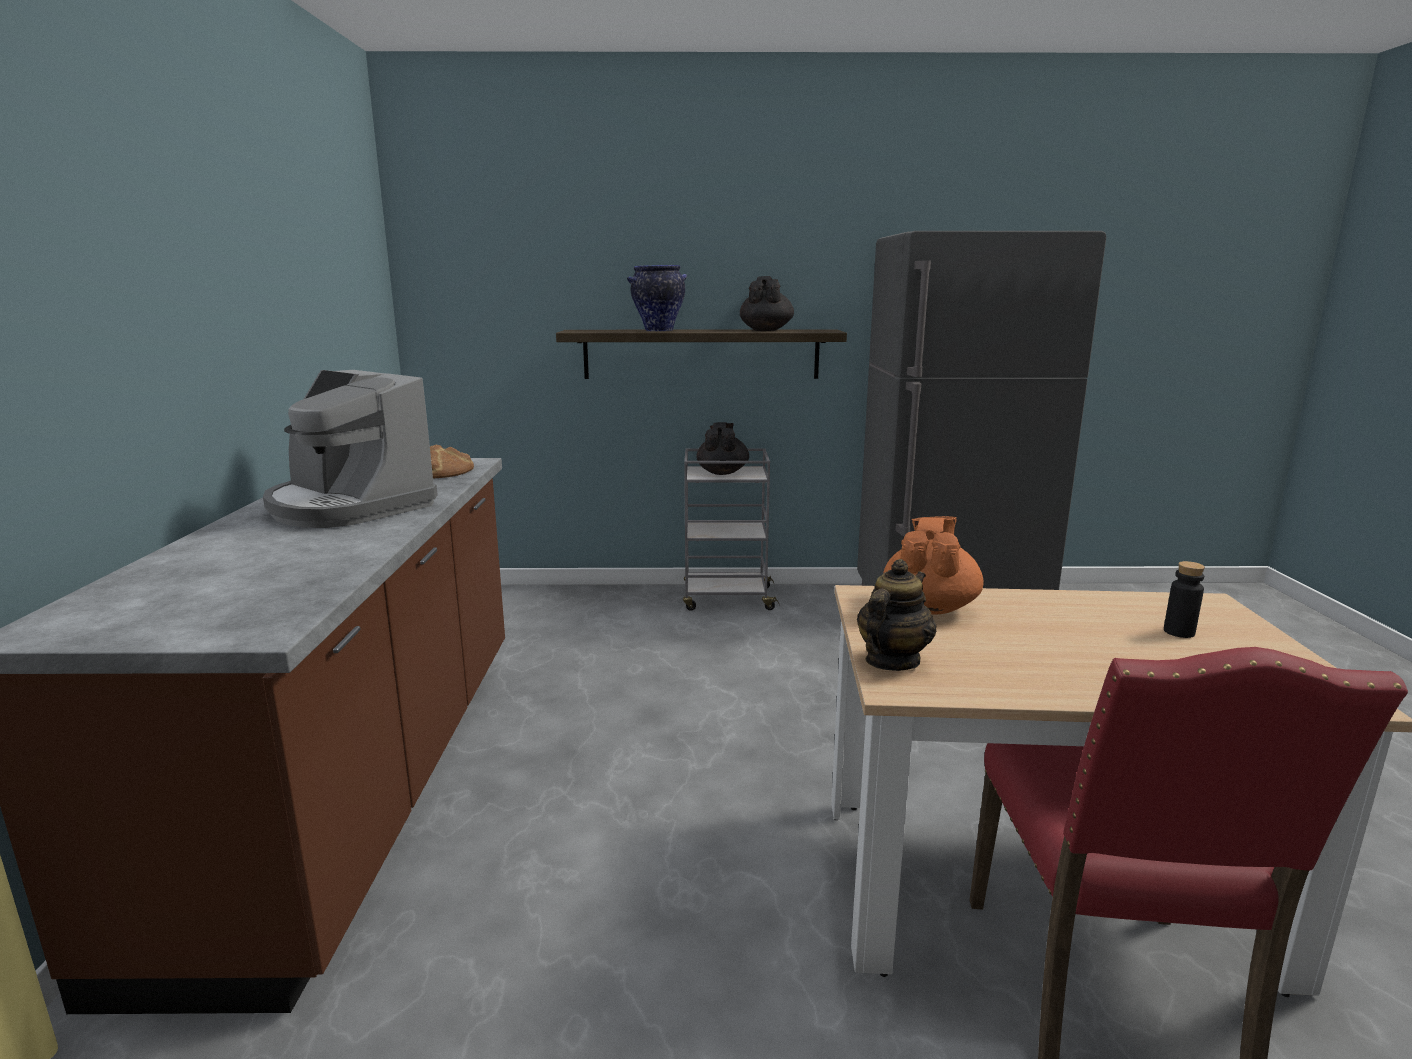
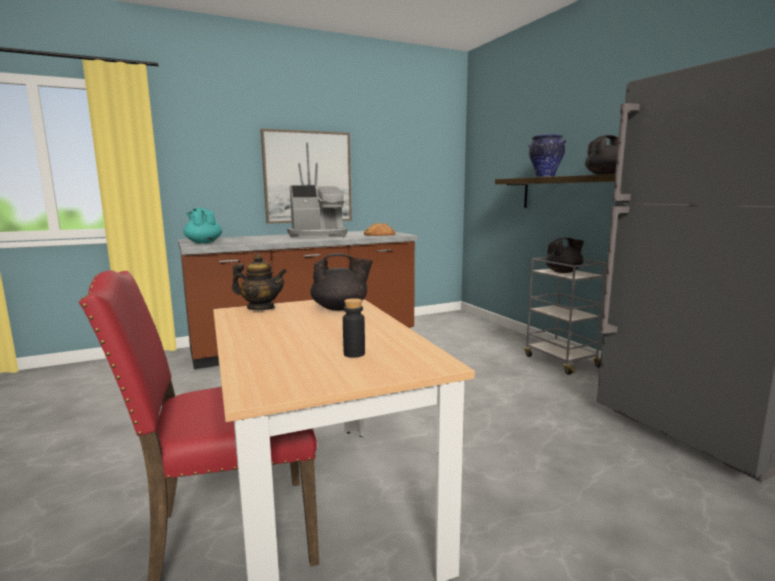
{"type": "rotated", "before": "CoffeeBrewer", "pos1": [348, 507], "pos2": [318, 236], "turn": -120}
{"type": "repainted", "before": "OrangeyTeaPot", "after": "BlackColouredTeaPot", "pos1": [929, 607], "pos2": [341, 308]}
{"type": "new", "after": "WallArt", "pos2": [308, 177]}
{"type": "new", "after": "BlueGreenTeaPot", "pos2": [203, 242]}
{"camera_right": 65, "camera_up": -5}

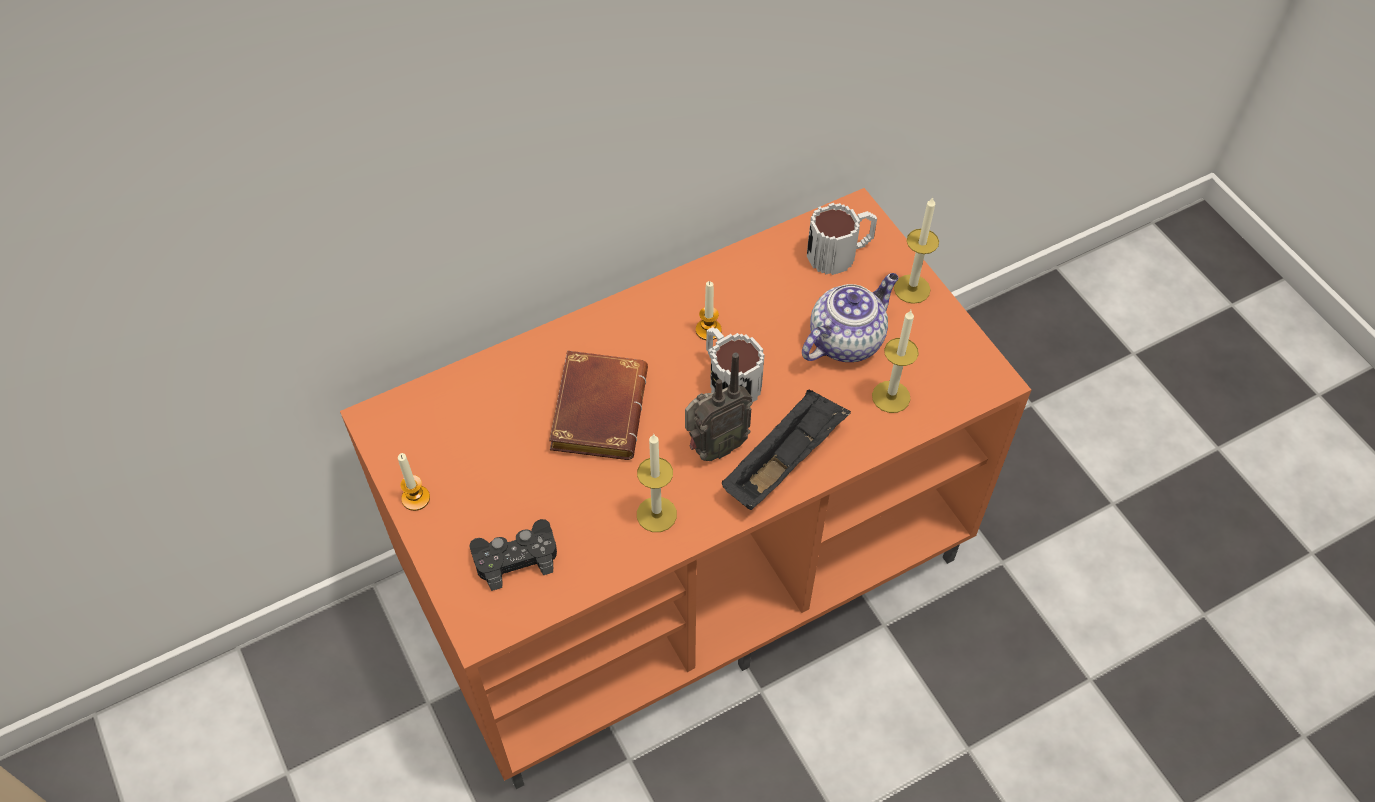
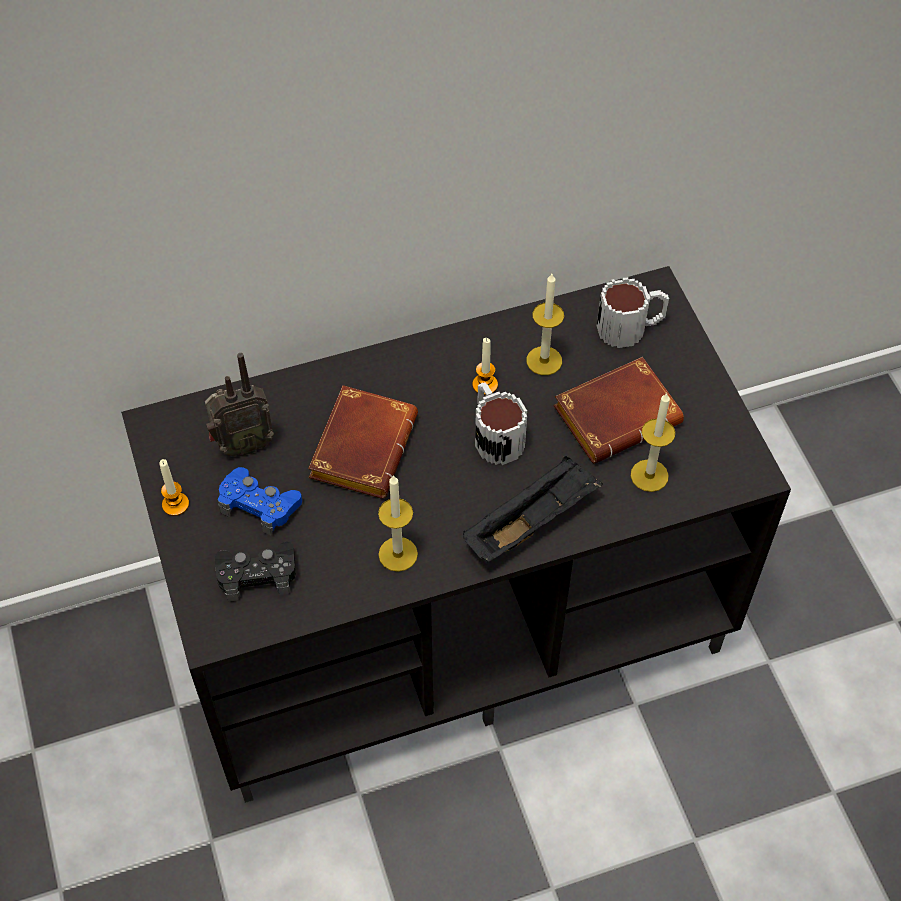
{"type": "repainted", "before": "OrangeyTvUnit", "after": "BlackColouredTvUnit", "pos1": [689, 567], "pos2": [453, 617]}
{"type": "shifted", "before": "WaxLight", "pos1": [912, 289], "pos2": [544, 360]}
{"type": "swapped", "before": "TeaPot", "after": "BrownColouredBook", "pos1": [846, 339], "pos2": [618, 413]}
{"type": "shifted", "before": "Radio", "pos1": [714, 447], "pos2": [242, 445]}
{"type": "new", "after": "BluishGamepad", "pos2": [259, 505]}
{"camera_right": 10, "camera_up": 0}

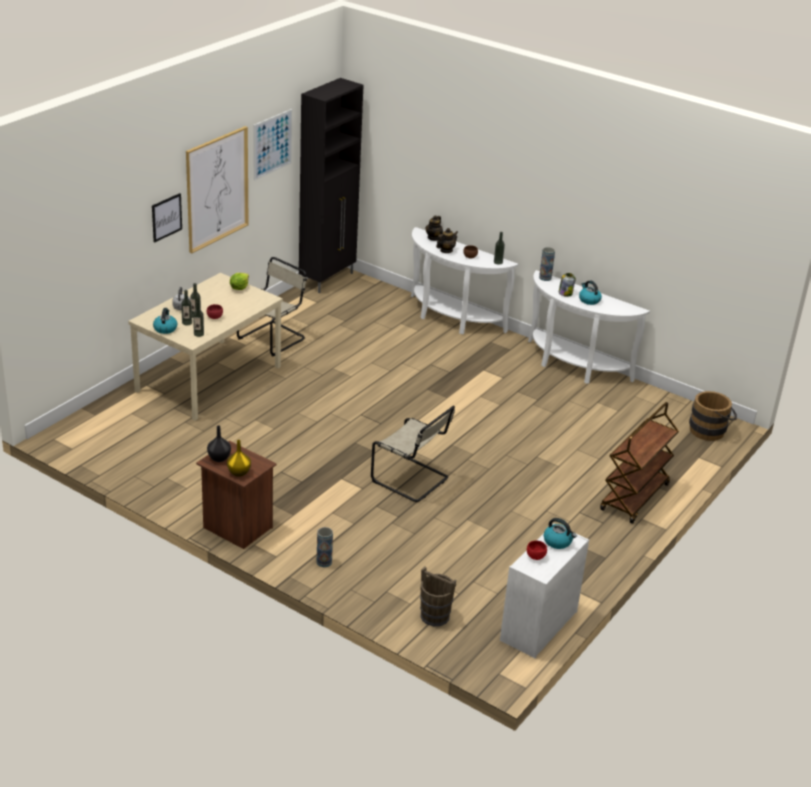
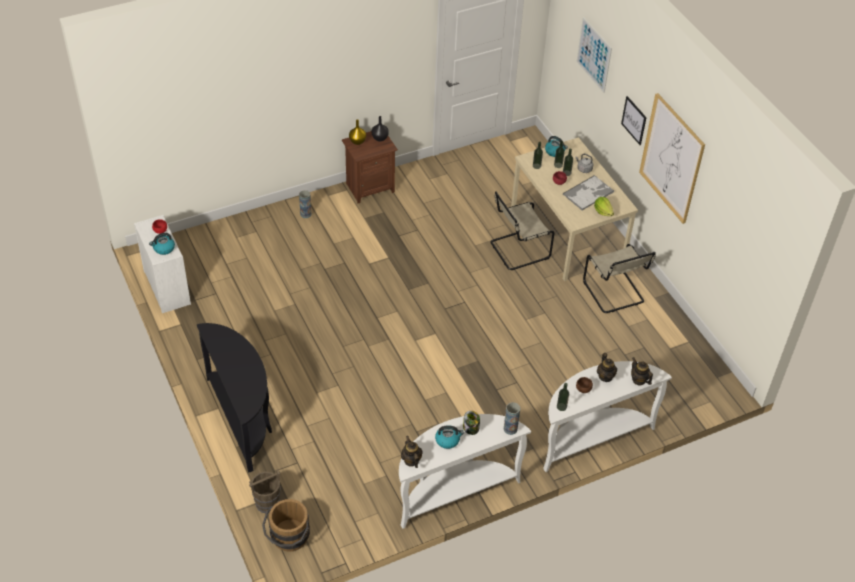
{"type": "gone", "before": "BlackColouredCupboard", "pos1": [328, 279]}
{"type": "shifted", "before": "WallArt", "pos1": [272, 144], "pos2": [594, 54]}
{"type": "swapped", "before": "BrownColouredTrolley", "after": "BlackColouredNarrowTable", "pos1": [635, 498], "pos2": [243, 419]}
{"type": "shifted", "before": "BeigeColouredPlainChair", "pos1": [412, 480], "pos2": [517, 250]}
{"type": "shifted", "before": "BrownColouredPail", "pos1": [435, 616], "pos2": [267, 502]}
{"type": "new", "after": "Tray", "pos2": [588, 193]}
{"type": "new", "after": "TeaPot", "pos2": [411, 460]}
{"camera_right": 120, "camera_up": 15}

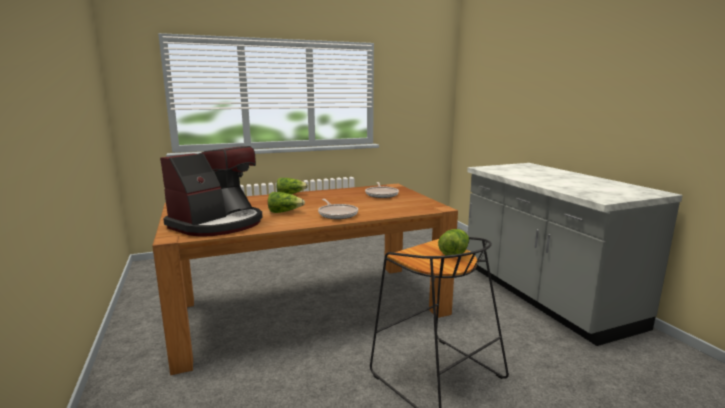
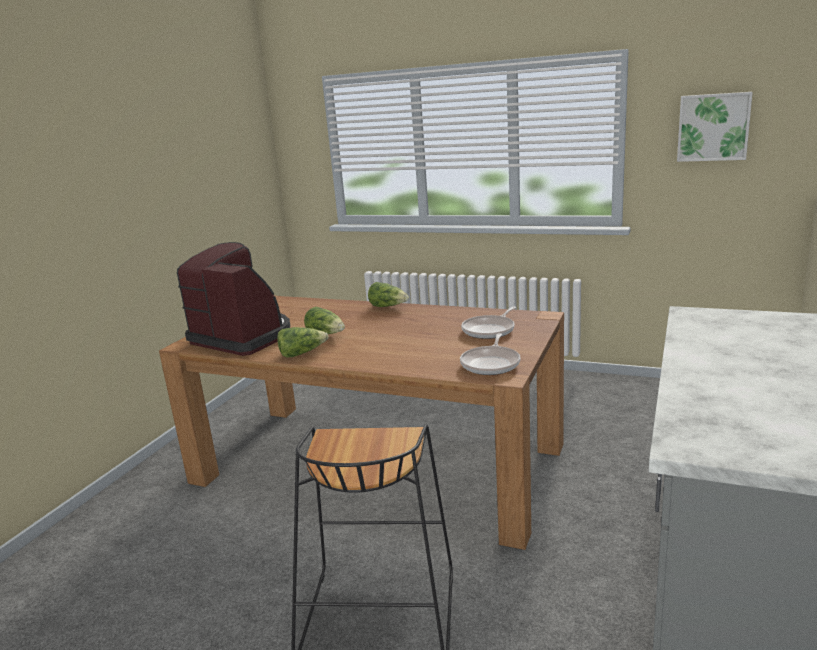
{"type": "rotated", "before": "CoffeeBrewer", "pos1": [218, 224], "pos2": [243, 337], "turn": -135}
{"type": "shifted", "before": "FryingPan", "pos1": [337, 214], "pos2": [491, 364]}
{"type": "shifted", "before": "HeadOfLettuce", "pos1": [454, 252], "pos2": [302, 353]}
{"type": "new", "after": "WallArt", "pos2": [713, 127]}
{"camera_right": 45, "camera_up": 5}

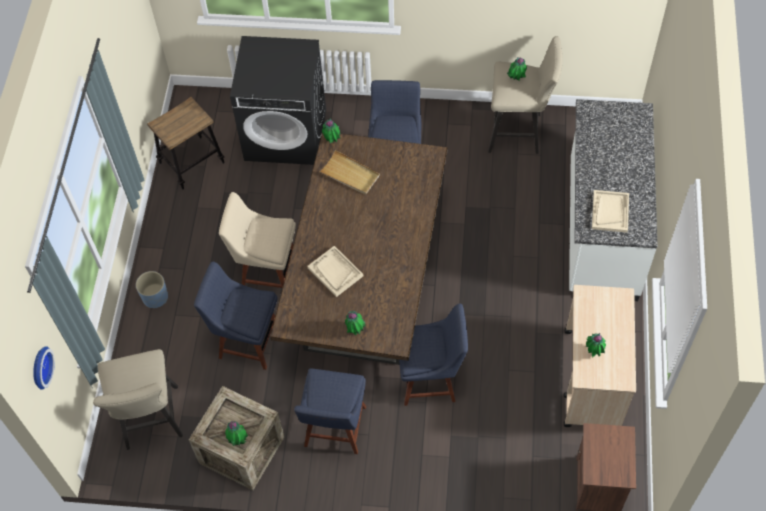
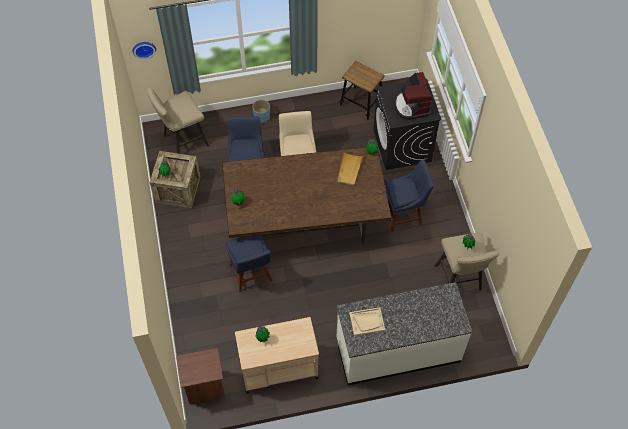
{"type": "gone", "before": "BeigeColouredTray", "pos1": [335, 272]}
{"type": "gone", "before": "BluishPlainChair", "pos1": [334, 430]}
{"type": "new", "after": "CoffeeBrewer", "pos2": [411, 106]}
{"camera_right": 70, "camera_up": 0}

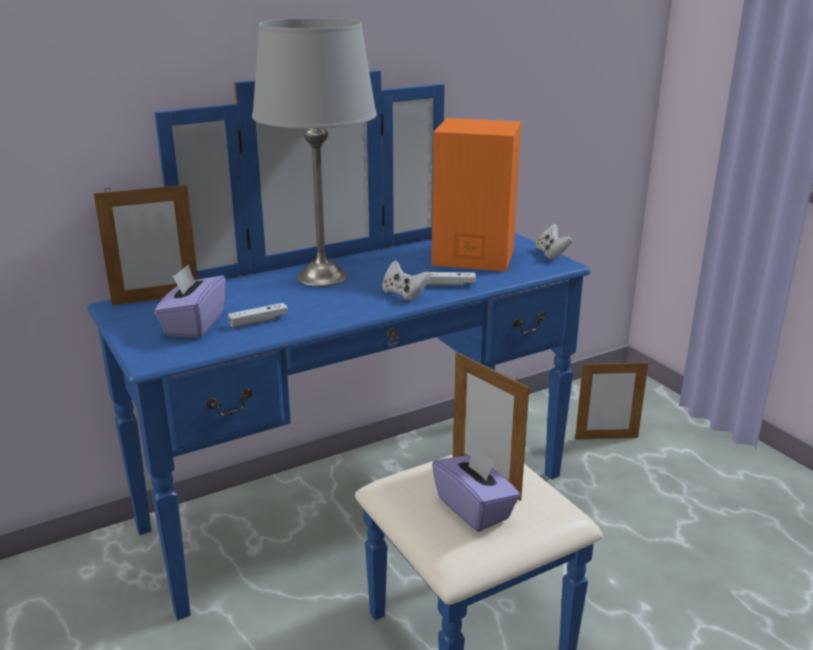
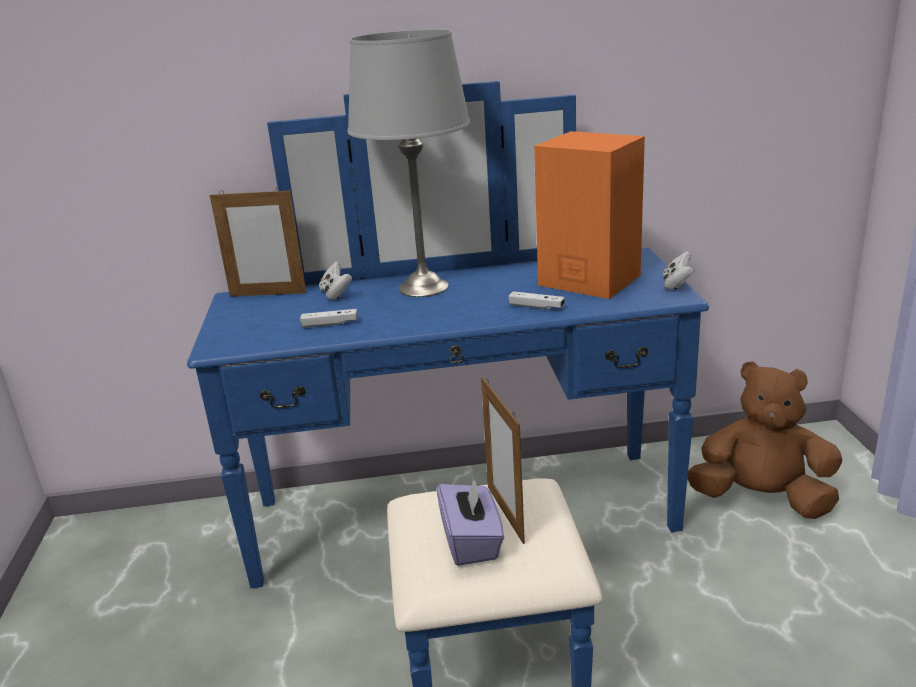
{"type": "shifted", "before": "WhitishGamepad", "pos1": [404, 294], "pos2": [336, 294]}
{"type": "gone", "before": "PurplishTissueHolder", "pos1": [194, 325]}
{"type": "swapped", "before": "StandingFrame", "after": "BrownColouredSoftToy", "pos1": [606, 438], "pos2": [761, 499]}
{"camera_right": 25, "camera_up": 0}

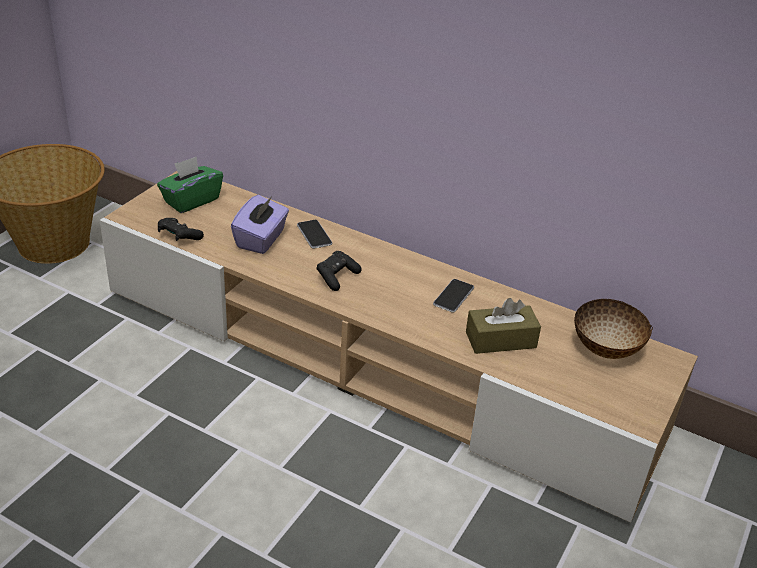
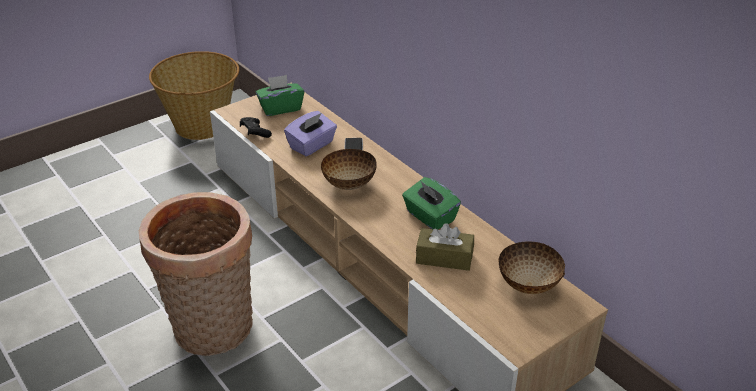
{"type": "swapped", "before": "BlackColouredGamepad", "after": "DeepDish", "pos1": [337, 277], "pos2": [349, 184]}
{"type": "swapped", "before": "Phone", "after": "GreenTissueHolder", "pos1": [453, 296], "pos2": [429, 217]}
{"type": "new", "after": "Basket", "pos2": [213, 332]}
{"camera_right": 25, "camera_up": 0}

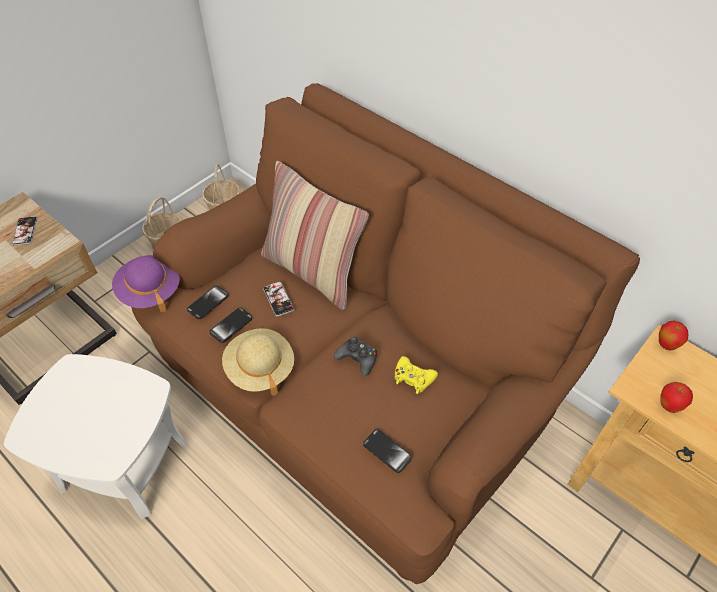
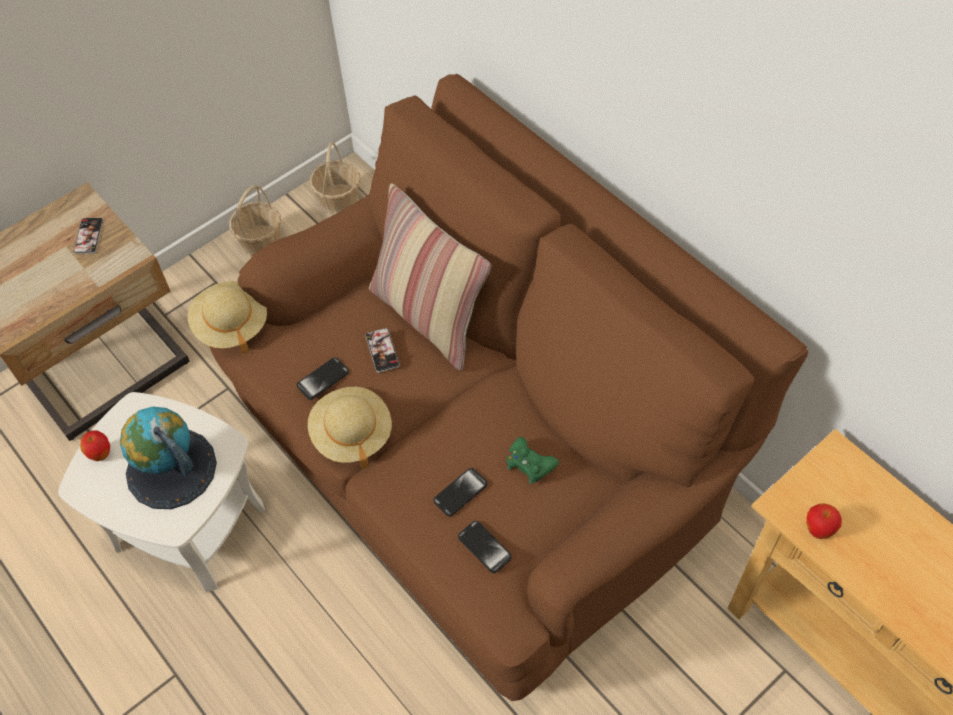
{"type": "repainted", "before": "PurplishWearableHat", "after": "BeigeColouredWearableHat", "pos1": [149, 291], "pos2": [231, 325]}
{"type": "shifted", "before": "Phone", "pos1": [208, 303], "pos2": [460, 492]}
{"type": "shifted", "before": "WholeApple", "pos1": [666, 345], "pos2": [101, 454]}
{"type": "gone", "before": "BlackColouredGamepad", "pos1": [357, 358]}
{"type": "repainted", "before": "YellowGamepad", "after": "GreenGamepad", "pos1": [413, 378], "pos2": [529, 464]}
{"type": "new", "after": "DeskGlobe", "pos2": [171, 469]}
{"camera_right": 10, "camera_up": 5}

